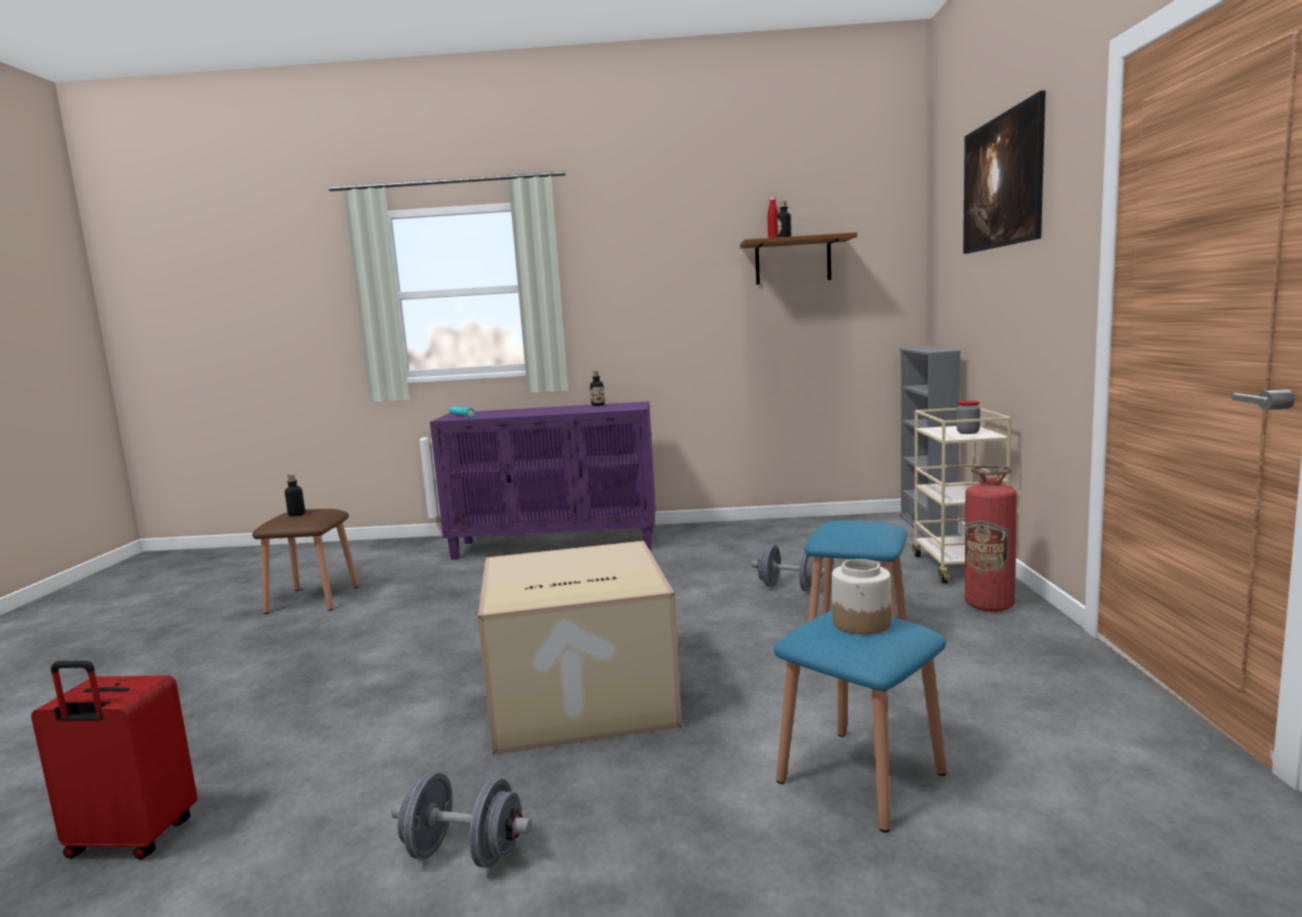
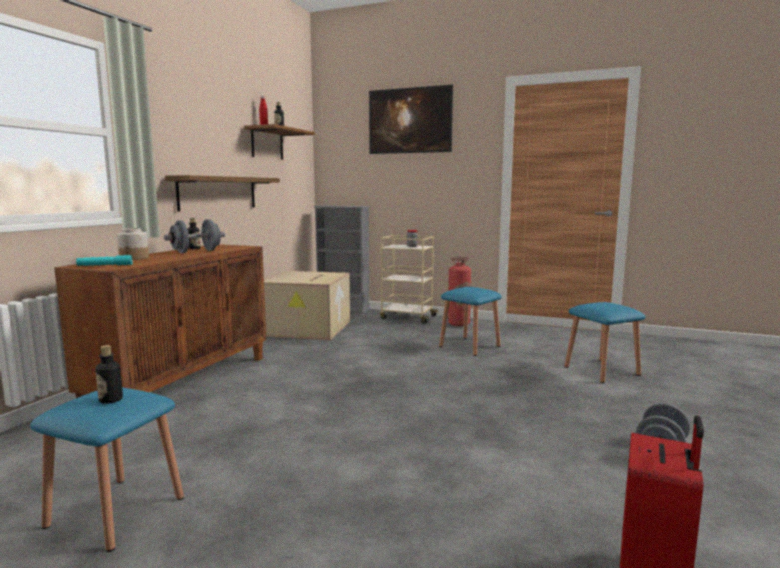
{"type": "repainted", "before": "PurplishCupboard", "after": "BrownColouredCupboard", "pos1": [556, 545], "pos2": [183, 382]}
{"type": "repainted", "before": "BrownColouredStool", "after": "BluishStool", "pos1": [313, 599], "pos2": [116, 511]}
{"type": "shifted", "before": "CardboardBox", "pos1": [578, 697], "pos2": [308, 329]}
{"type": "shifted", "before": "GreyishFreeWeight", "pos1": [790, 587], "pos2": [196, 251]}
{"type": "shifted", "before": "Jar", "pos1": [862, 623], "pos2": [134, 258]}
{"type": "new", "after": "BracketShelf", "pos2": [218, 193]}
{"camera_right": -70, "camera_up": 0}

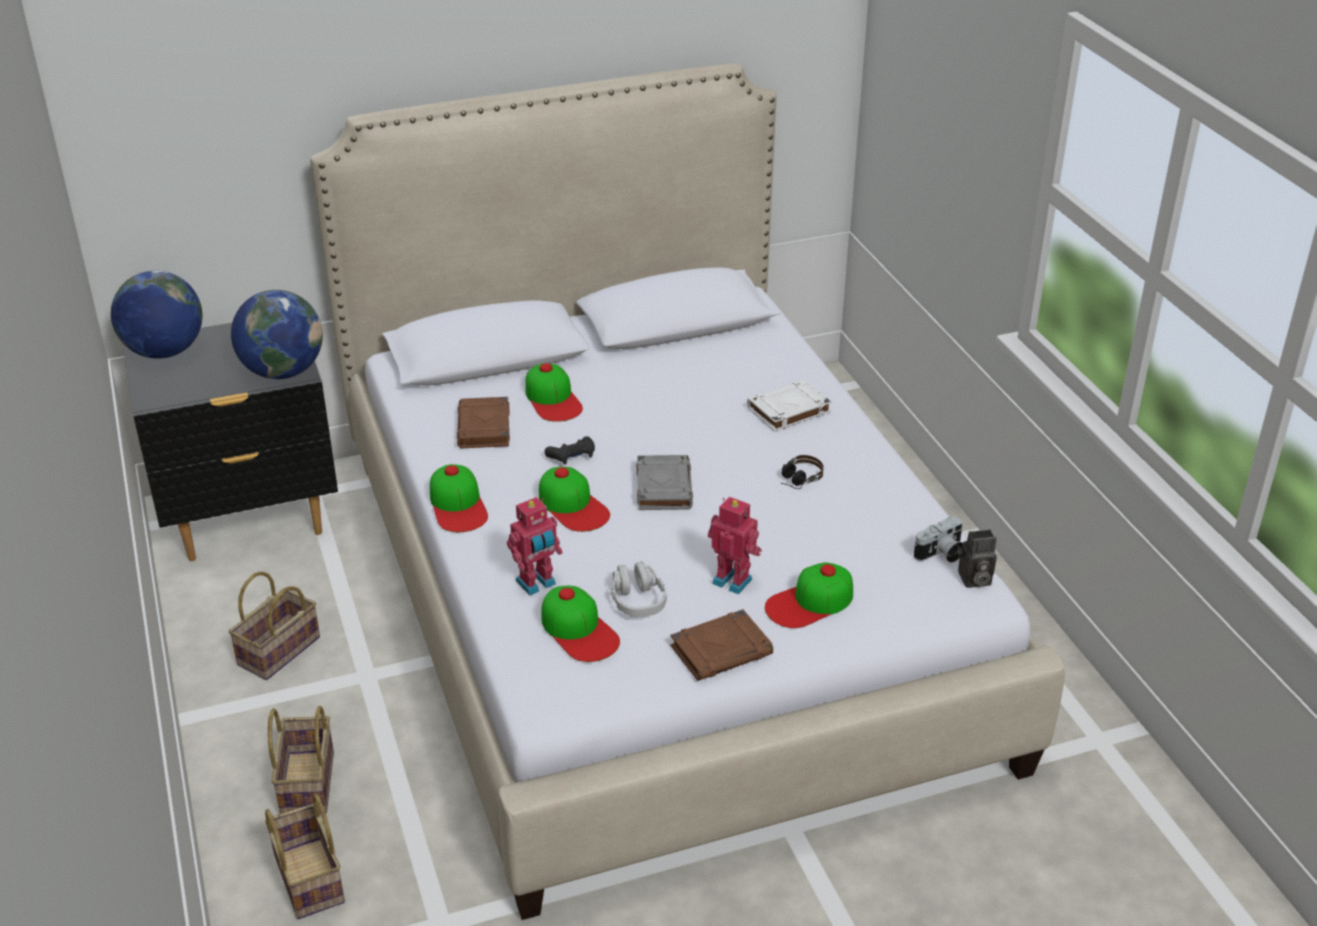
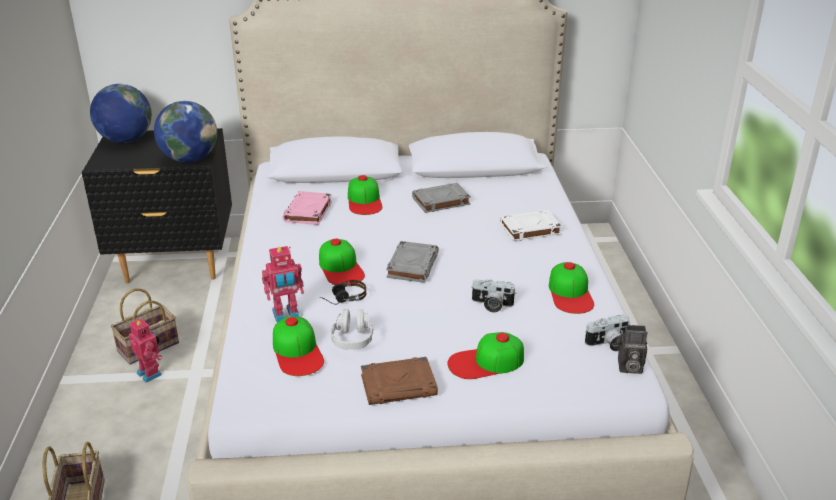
{"type": "repainted", "before": "BrownColouredBook", "after": "PinkColouredBook", "pos1": [484, 428], "pos2": [308, 212]}
{"type": "gone", "before": "BlackColouredGamepad", "pos1": [572, 456]}
{"type": "shifted", "before": "Headphones", "pos1": [796, 481], "pos2": [342, 299]}
{"type": "shifted", "before": "PeakedCap", "pos1": [458, 505], "pos2": [570, 293]}
{"type": "shifted", "before": "ToyRobot", "pos1": [733, 580], "pos2": [151, 373]}
{"type": "gone", "before": "Basket", "pos1": [306, 782]}
{"type": "new", "after": "GreyishBook", "pos2": [440, 201]}
{"type": "new", "after": "PhotoCamera", "pos2": [491, 305]}
{"camera_right": 15, "camera_up": -5}

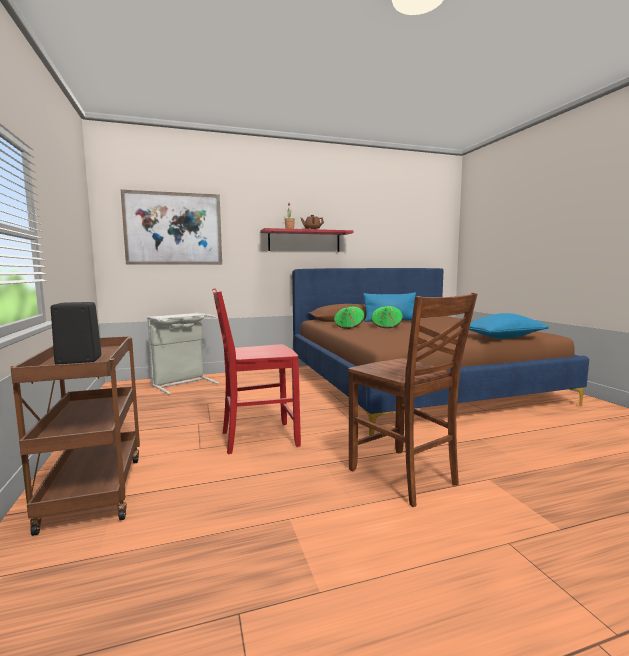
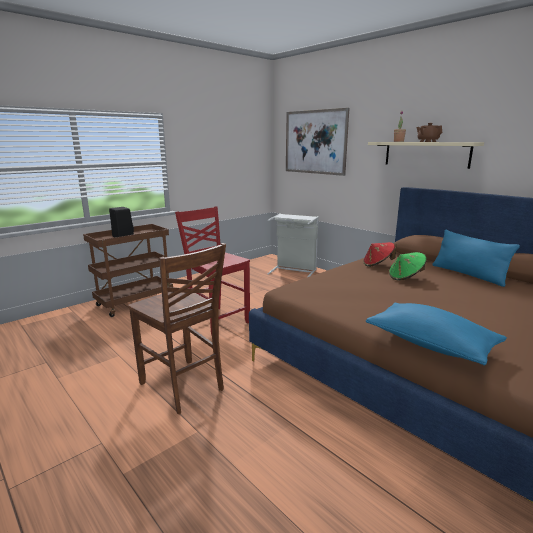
{"type": "repainted", "before": "RedColouredBracketShelf", "after": "BeigeColouredBracketShelf", "pos1": [304, 241], "pos2": [426, 154]}
{"type": "rotated", "before": "BrownColouredPlainChair", "pos1": [404, 477], "pos2": [183, 387], "turn": -75}
{"type": "repainted", "before": "GreenWearableHat", "after": "RedColouredWearableHat", "pos1": [349, 327], "pos2": [378, 264]}
{"camera_right": 65, "camera_up": 10}

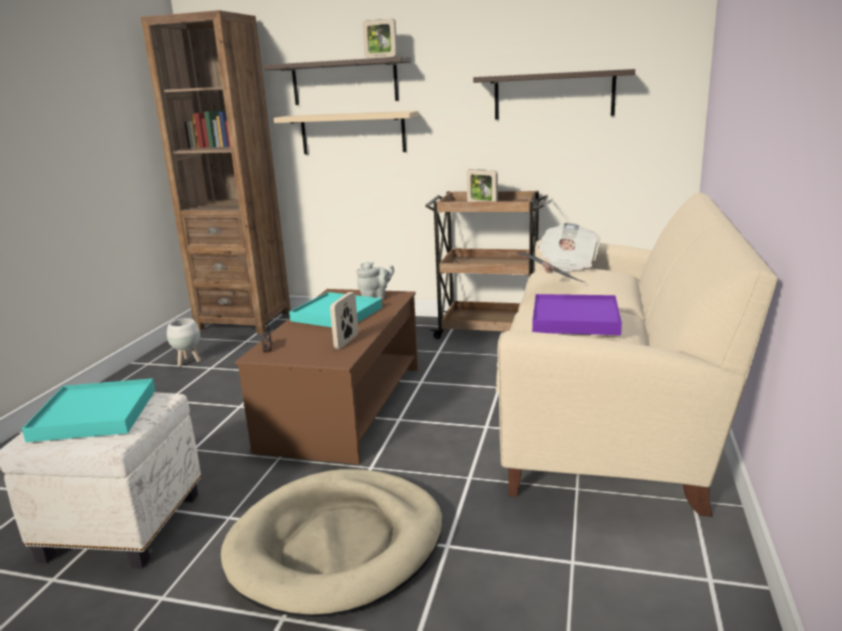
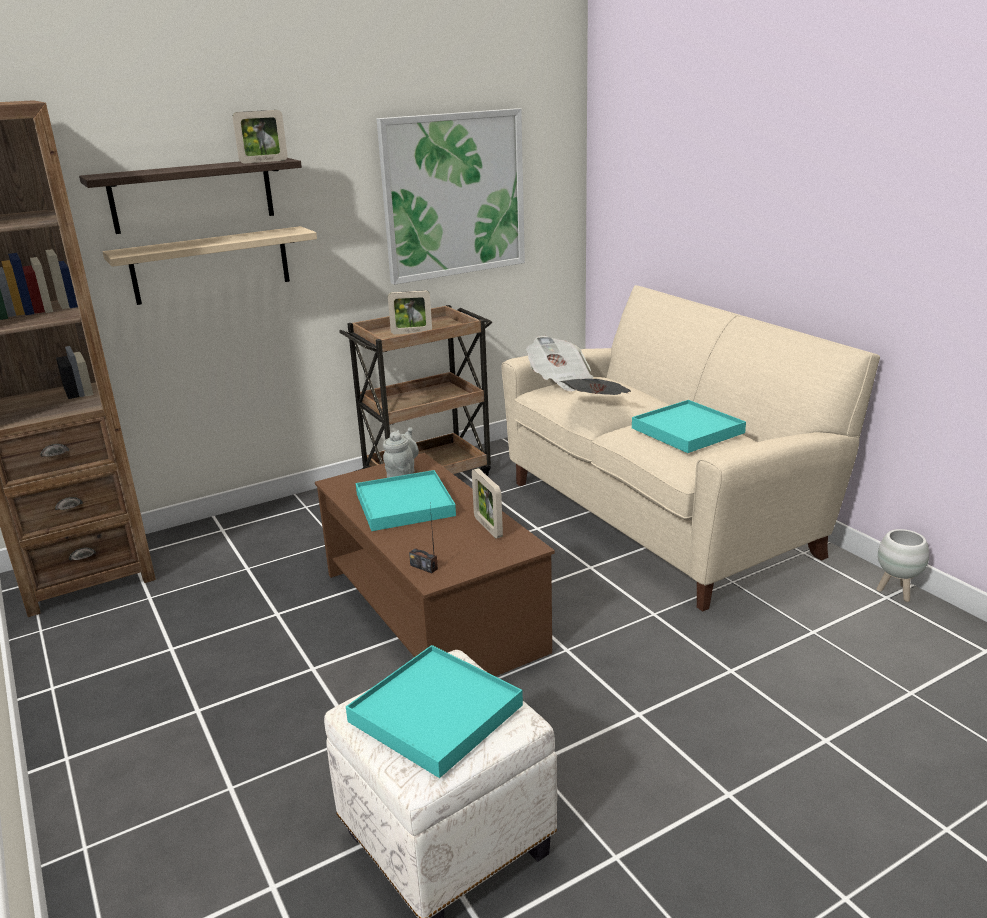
{"type": "swapped", "before": "BracketShelf", "after": "WallArt", "pos1": [553, 95], "pos2": [454, 195]}
{"type": "repainted", "before": "PurplishTray", "after": "BlueGreenTray", "pos1": [575, 319], "pos2": [687, 430]}
{"type": "shifted", "before": "WhitishPlanter", "pos1": [188, 362], "pos2": [896, 592]}
{"type": "gone", "before": "BeigeColouredDogCushion", "pos1": [337, 545]}
{"camera_right": -45, "camera_up": 5}

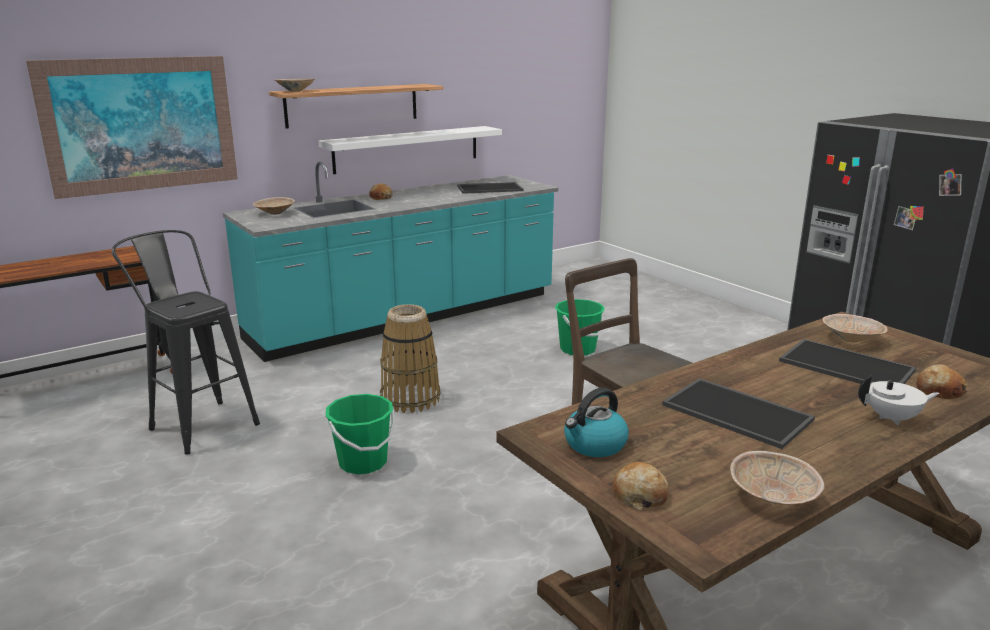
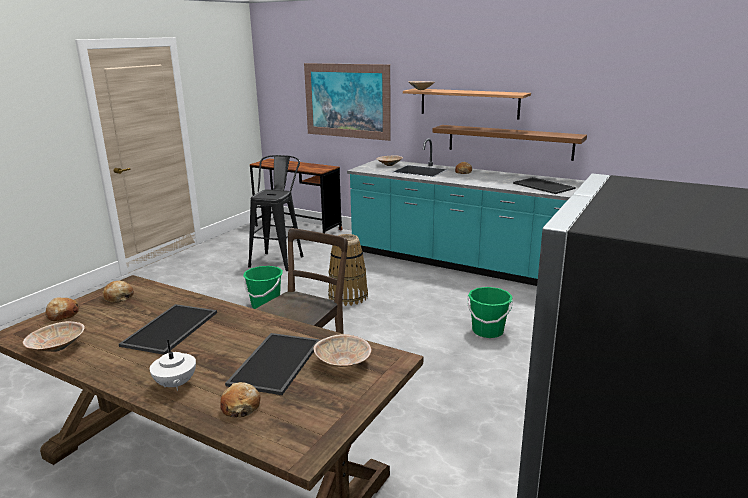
{"type": "repainted", "before": "WhitishBracketShelf", "after": "BrownColouredBracketShelf", "pos1": [407, 149], "pos2": [509, 142]}
{"type": "swapped", "before": "TeaKettle", "after": "Bread", "pos1": [594, 445], "pos2": [118, 297]}
{"camera_right": 65, "camera_up": 0}

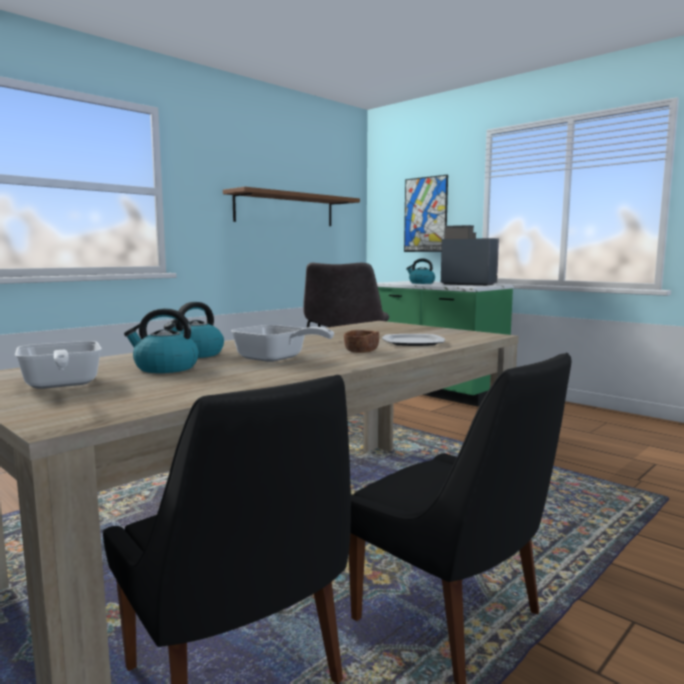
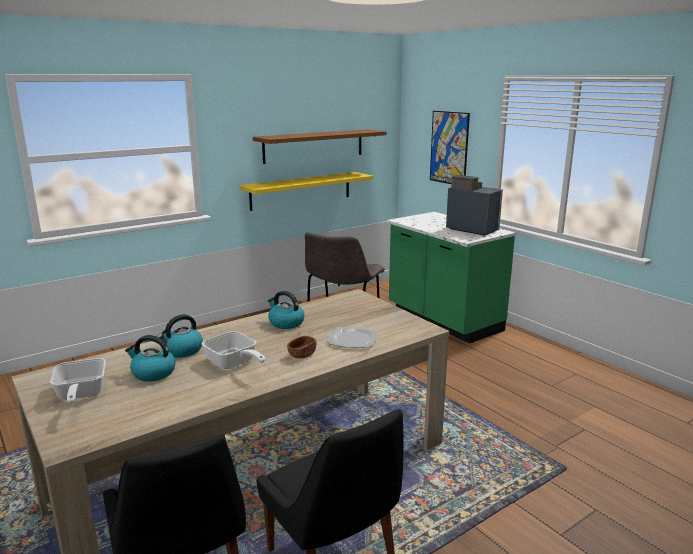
{"type": "shifted", "before": "TeaKettle", "pos1": [421, 283], "pos2": [285, 323]}
{"type": "new", "after": "YellowBracketShelf", "pos2": [301, 190]}
{"camera_right": 10, "camera_up": 10}

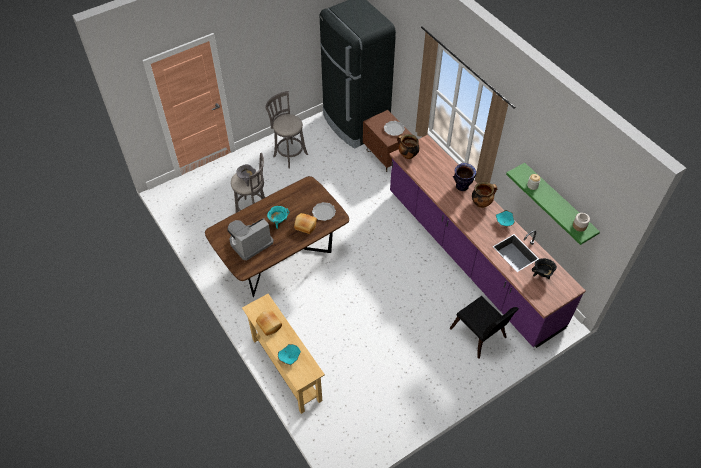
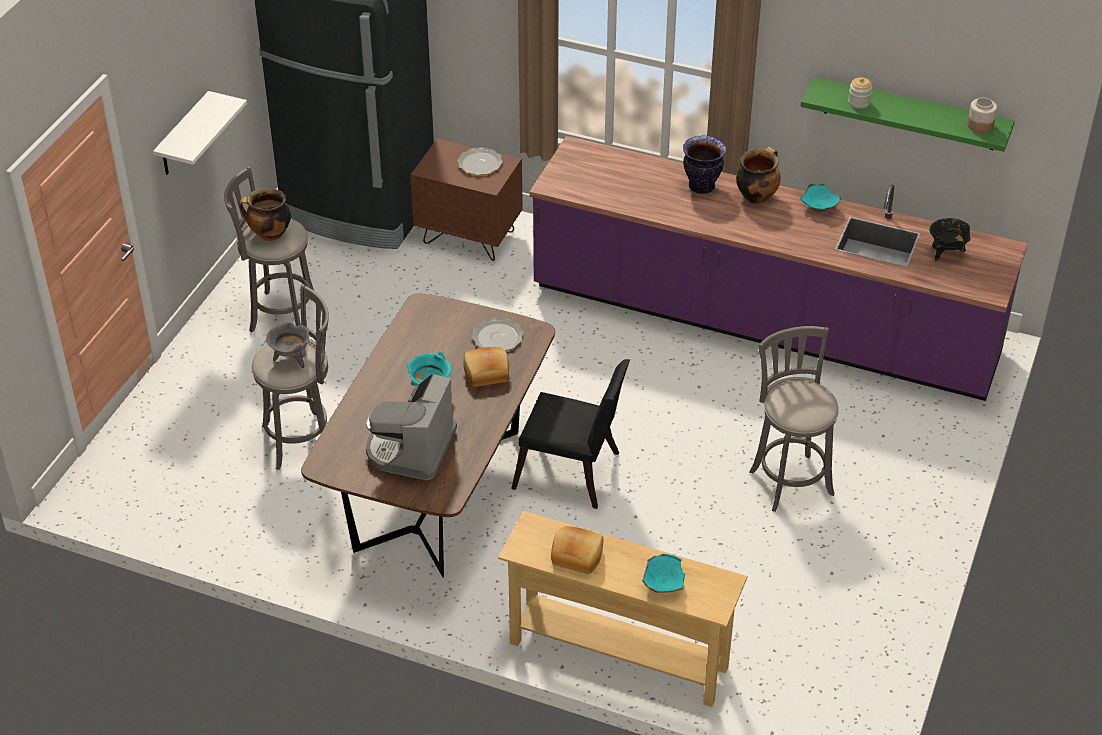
{"type": "shifted", "before": "Stockpot", "pos1": [407, 155], "pos2": [269, 235]}
{"type": "shifted", "before": "BlackColouredPlainChair", "pos1": [479, 336], "pos2": [572, 474]}
{"type": "new", "after": "WhitishBracketShelf", "pos2": [183, 136]}
{"type": "new", "after": "GreyishStool", "pos2": [789, 479]}
{"camera_right": -35, "camera_up": -10}

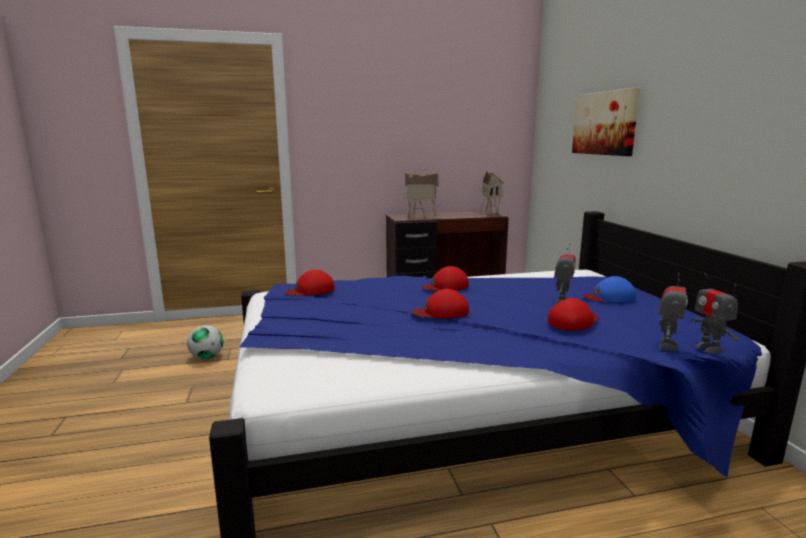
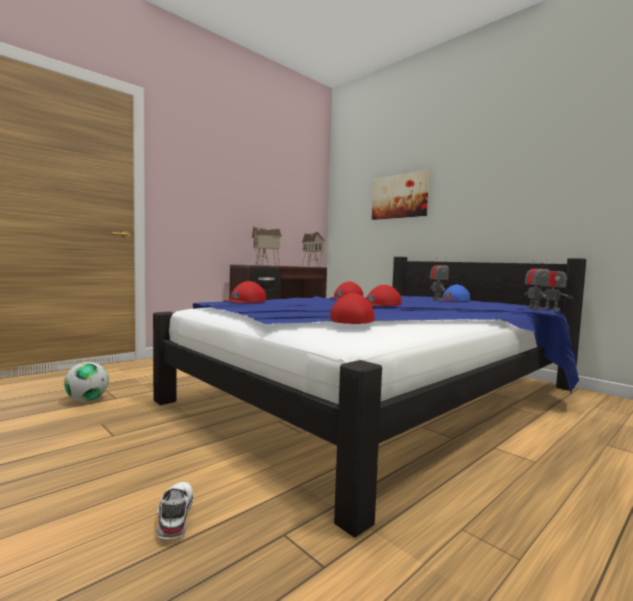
{"type": "shifted", "before": "RedColouredPeakedCap", "pos1": [573, 321], "pos2": [354, 319]}
{"type": "new", "after": "WhitishItemOfFootwear", "pos2": [174, 516]}
{"camera_right": -30, "camera_up": -10}

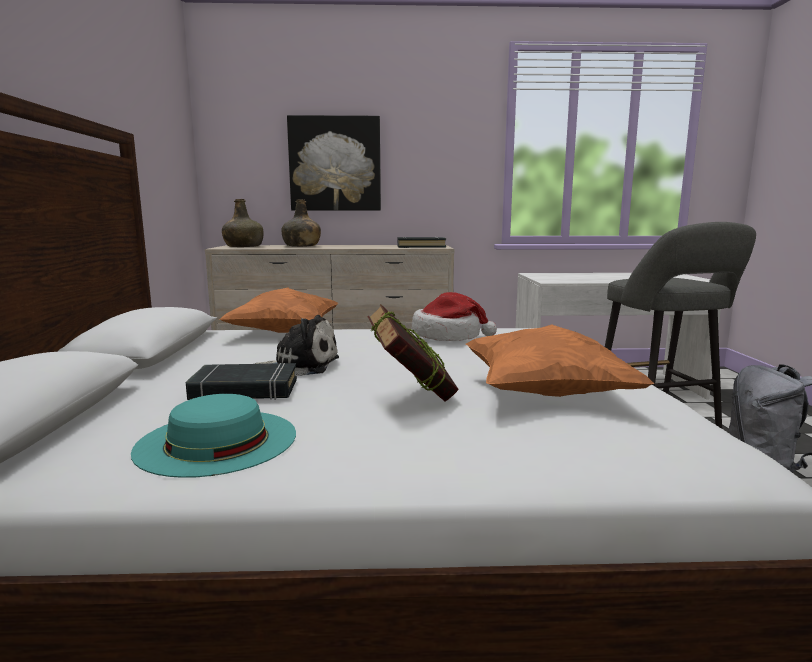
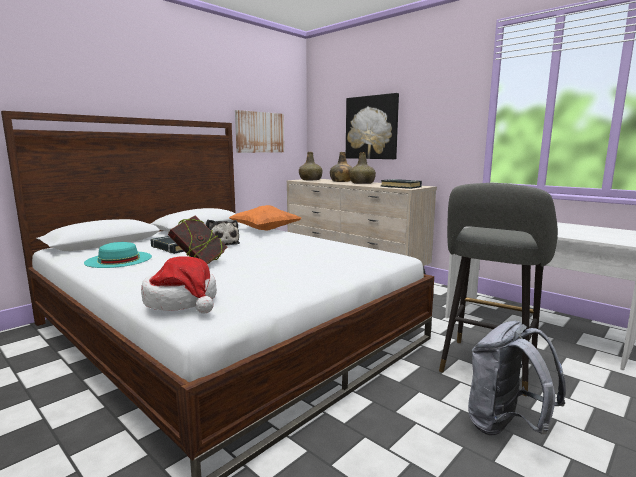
{"type": "shifted", "before": "WearableHat", "pos1": [448, 336], "pos2": [182, 301]}
{"type": "gone", "before": "OrangeyPillow", "pos1": [546, 394]}
{"type": "new", "after": "WallArt", "pos2": [259, 132]}
{"type": "new", "after": "GreenBeverageBottle", "pos2": [362, 183]}
{"camera_right": 45, "camera_up": 0}

